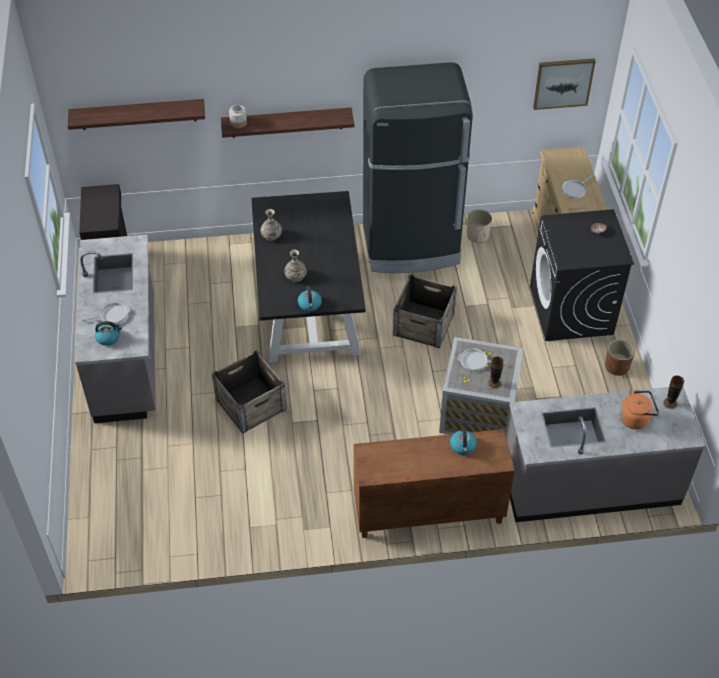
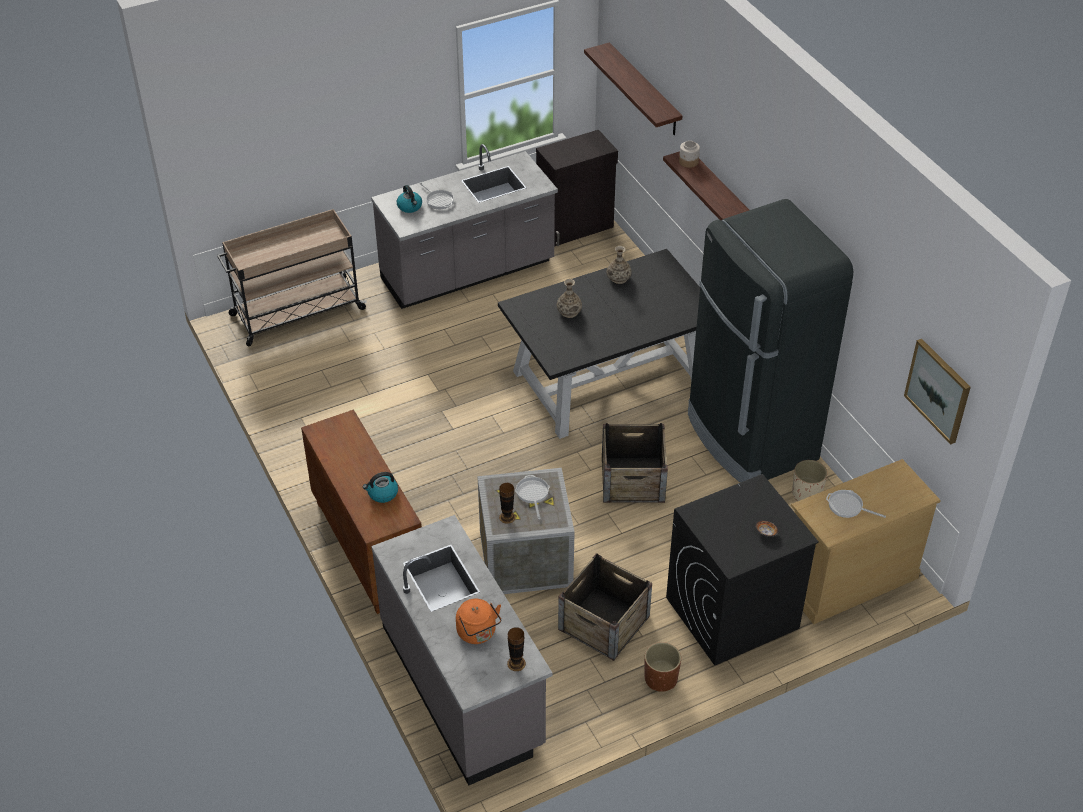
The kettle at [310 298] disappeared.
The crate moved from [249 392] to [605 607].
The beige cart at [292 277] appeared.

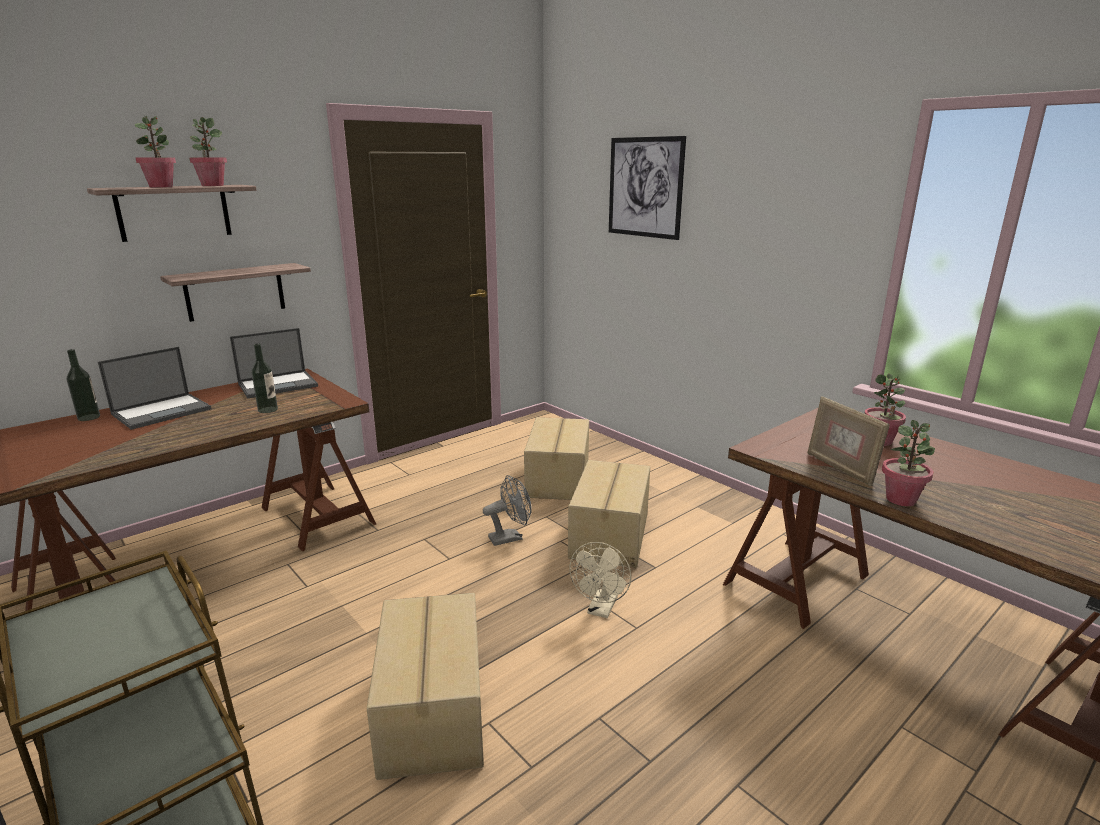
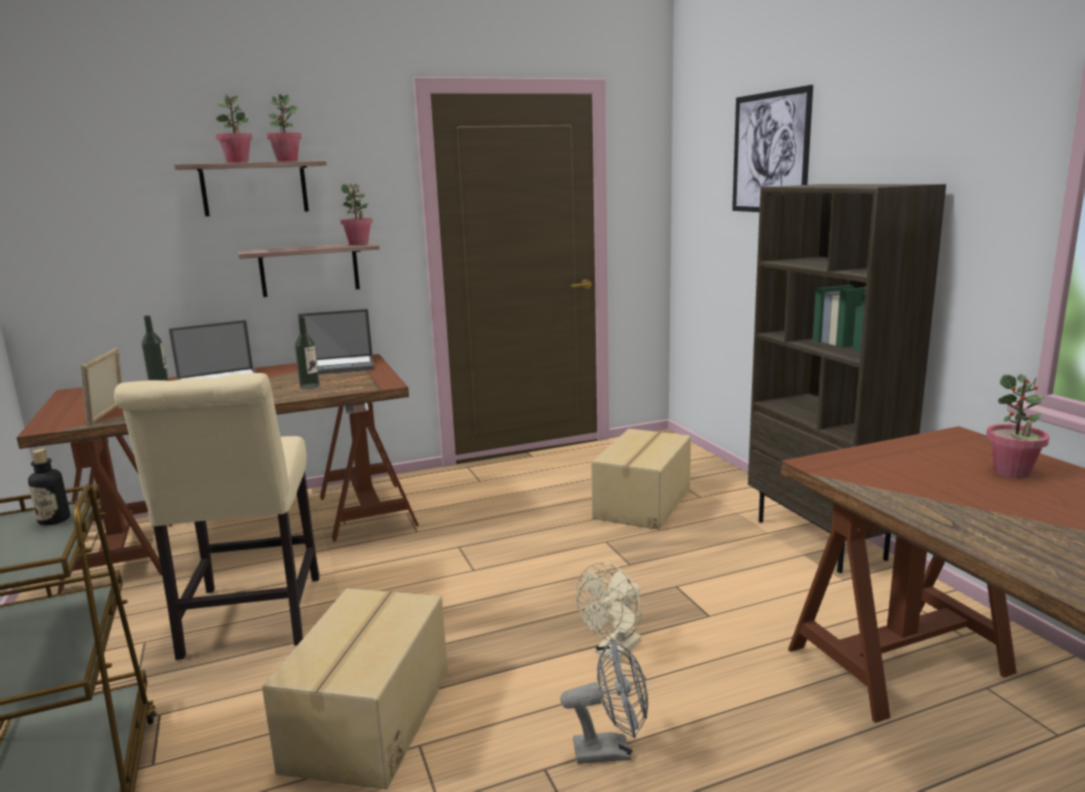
The picture frame moved from [848 441] to [101 386].
The potted plant moved from [908 463] to [356 214].
The cardboard box at [609 514] disappeared.
The grey fan moved from [507 510] to [604 701].
The brown bookcase at [847 378] appeared.
The beige chair at [216 516] appeared.
The bottle at [49 487] appeared.

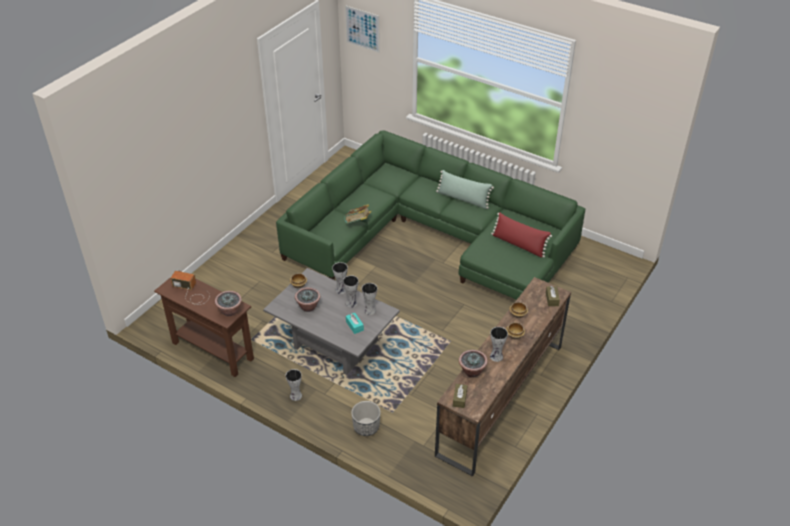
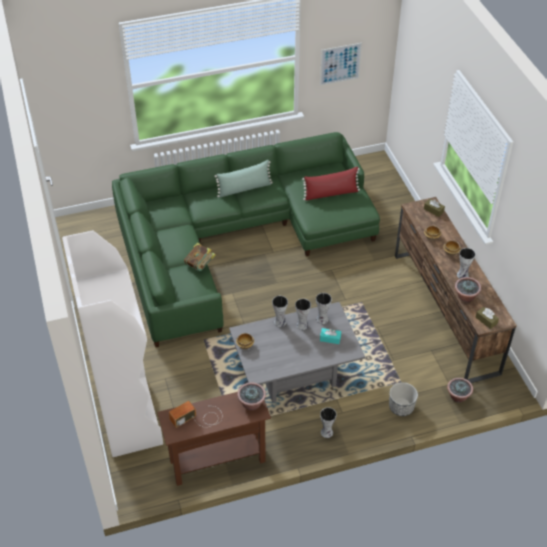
The picture moved from [362 29] to [341 64].
The potted plant moved from [307 300] to [460 390].
The white bookcase at [112 343] appeared.

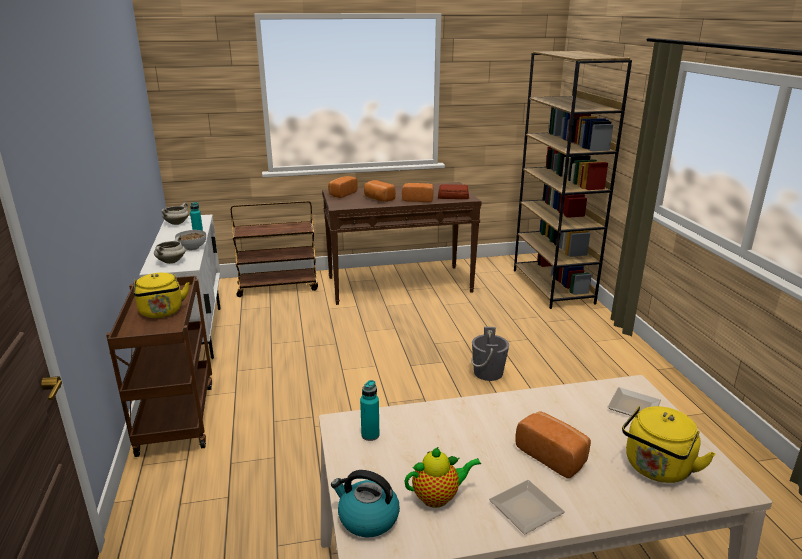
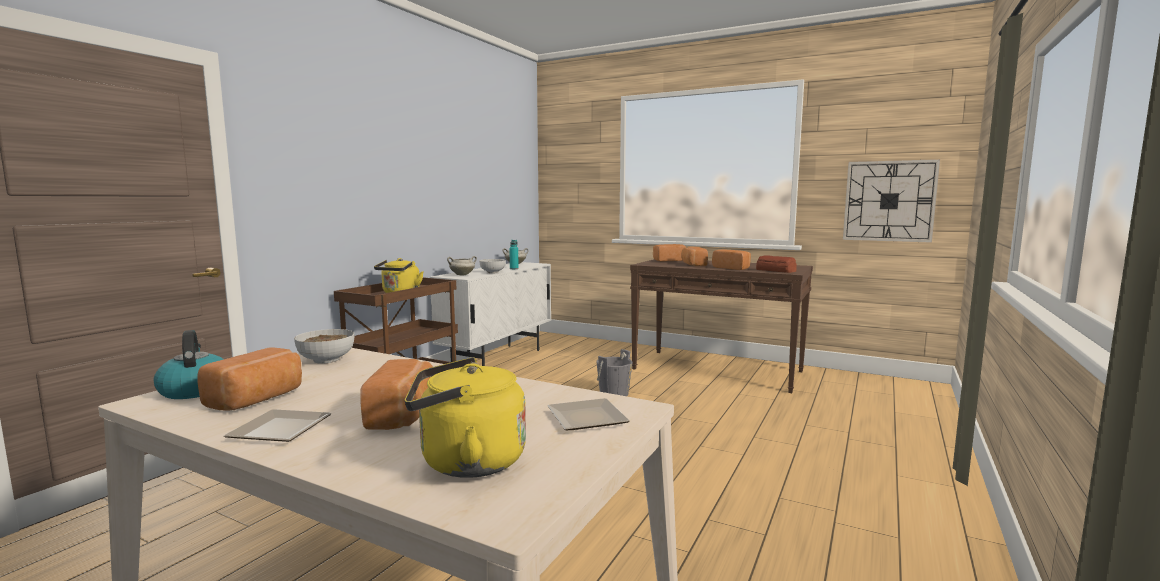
The brown bookcase at [573 180] disappeared.
The brown cart at [274 249] disappeared.
The grey bucket moved from [490 354] to [614 372].
The turquoise bottle at [369 410] was replaced by the bowl at [324 346].
The teapot at [443 477] was replaced by the bread at [250 379].
The wall clock at [891 201] appeared.

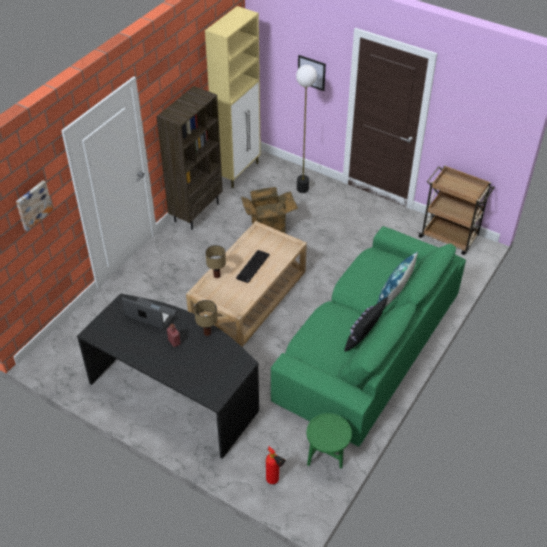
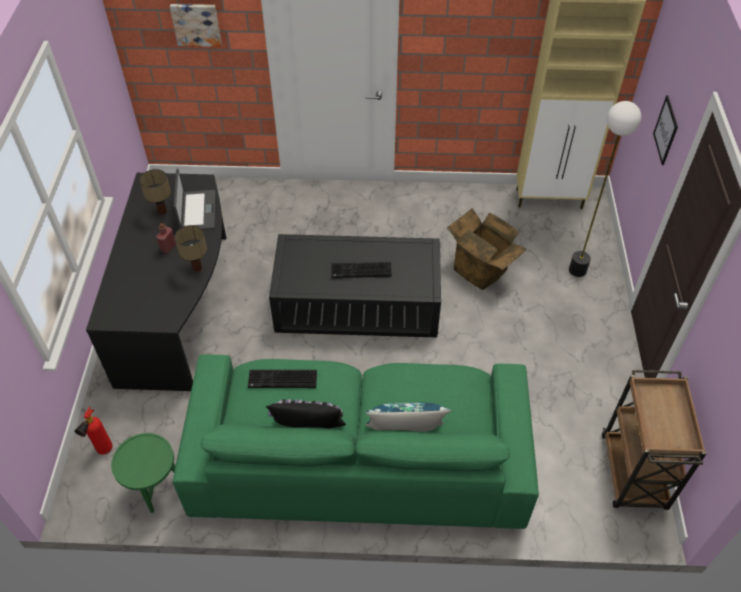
The brown bookcase at [189 158] disappeared.
The beige coffee table at [246 284] became the black coffee table at [355 285].
The table lamp moved from [215 261] to [155 192].
The keyboard at [282 379] appeared.

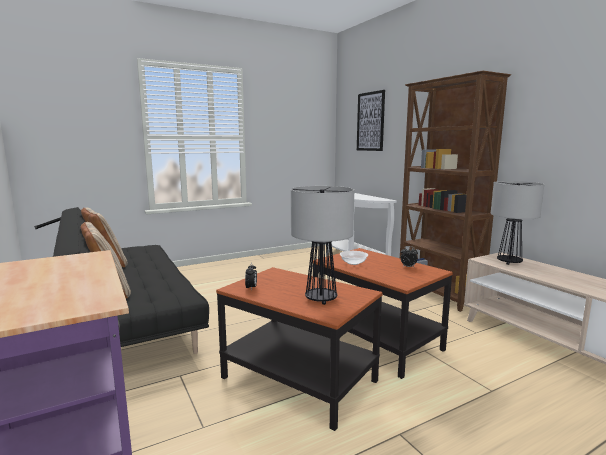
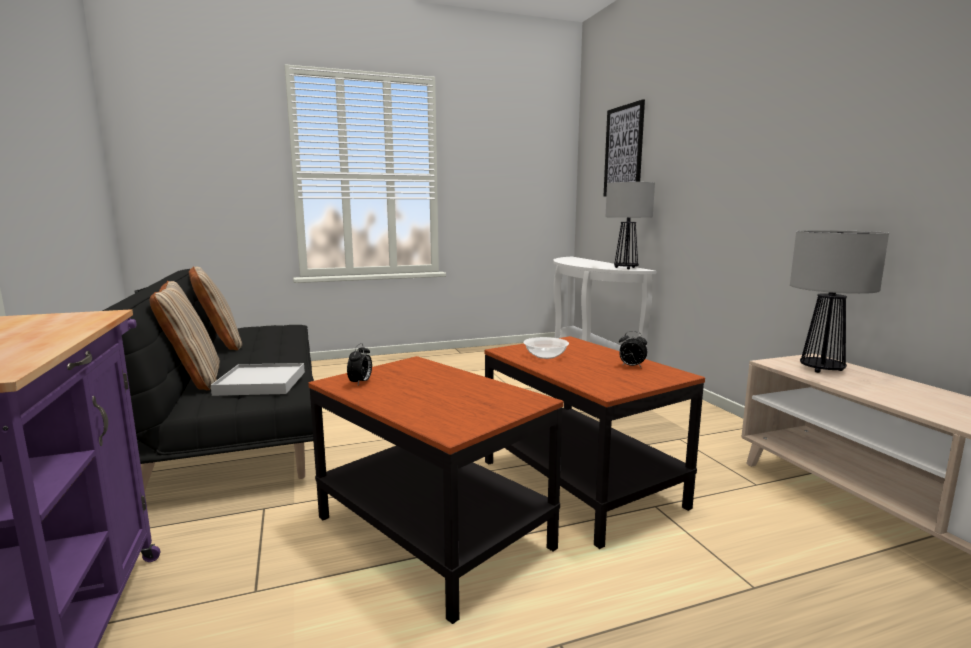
The brown bookcase at [455 191] disappeared.
The table lamp moved from [322 245] to [630 225].
The white tray at [258 379] appeared.

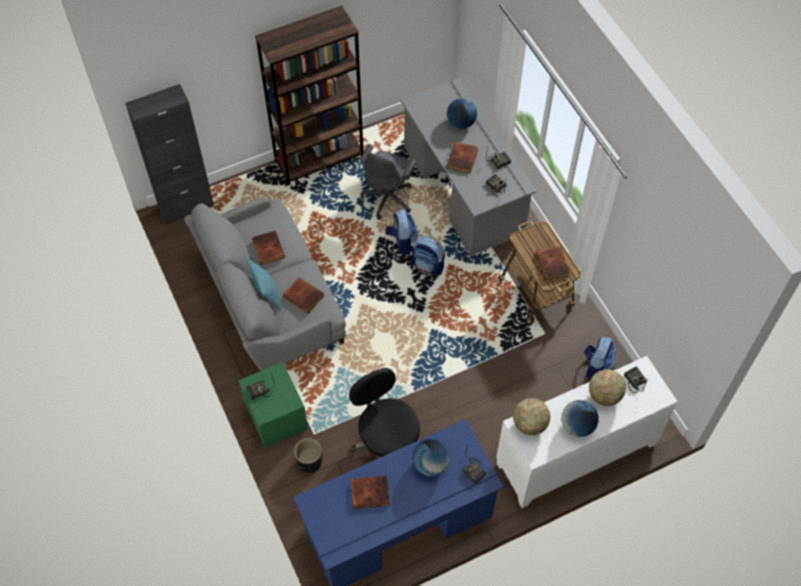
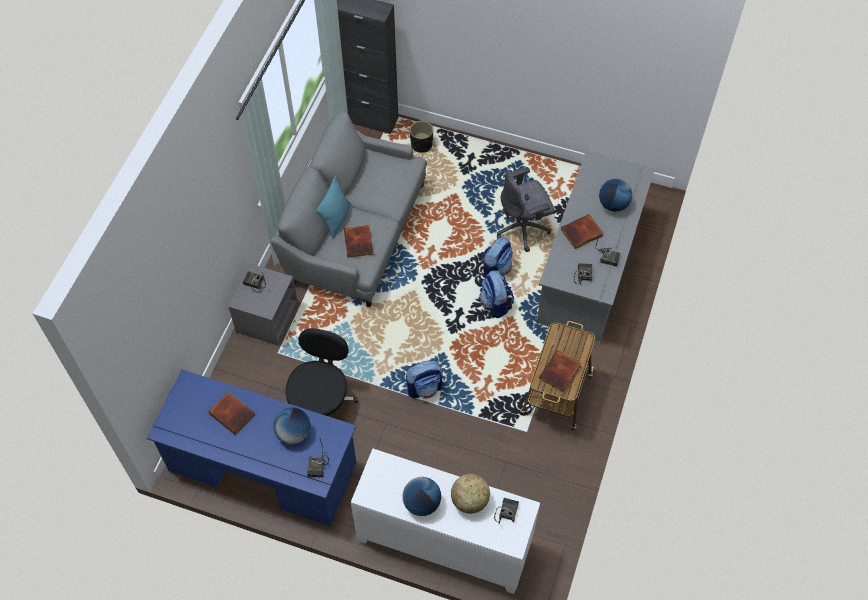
The brown bookcase at [309 95] disappeared.
The book at [268 248] disappeared.
The backpack moved from [600 358] to [424 379].
The green nightstand at [273 404] became the grey nightstand at [263 304].
The globe at [531 416] disappeared.
The black planter moved from [308 455] to [421 136].

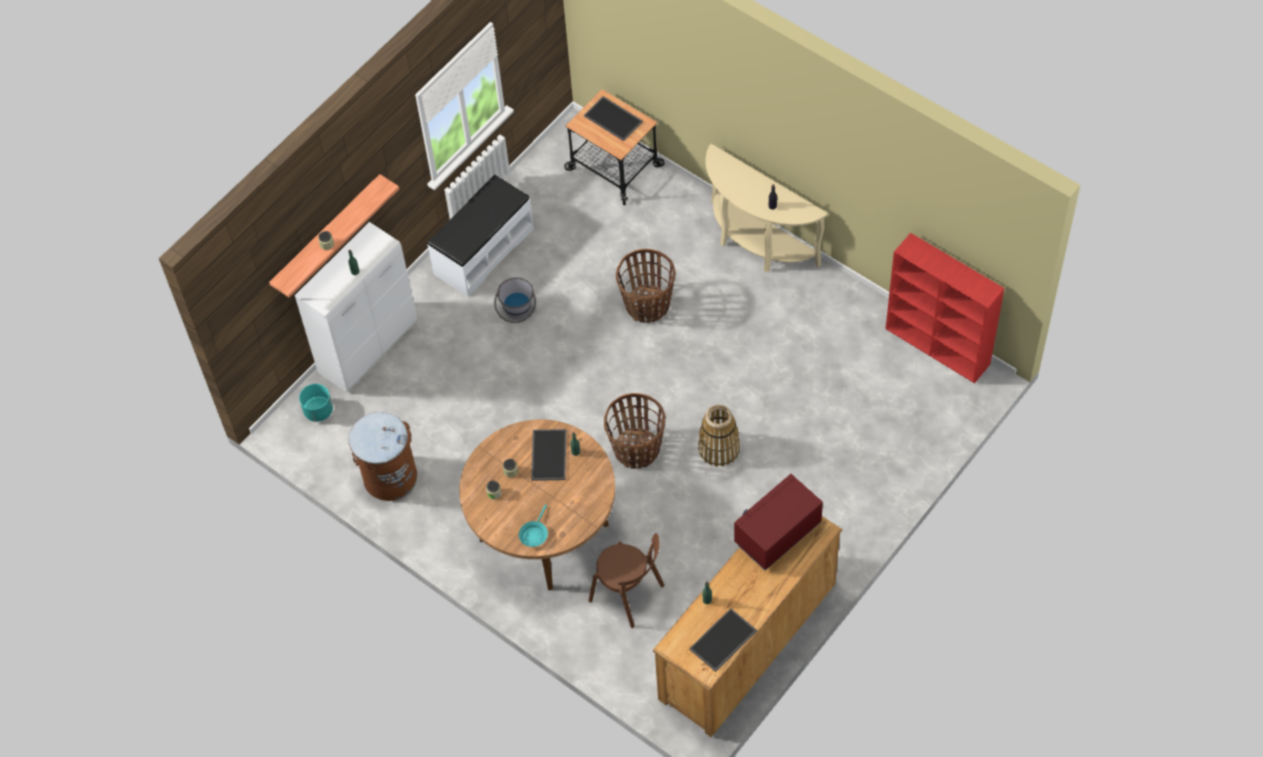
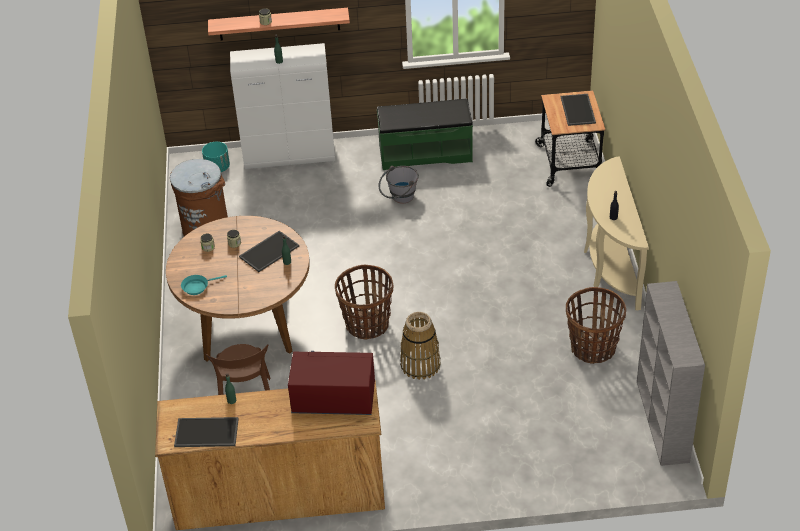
The white bench at [480 236] became the green bench at [425 134].
The red bookcase at [945 308] became the grey bookcase at [671 373].
The basket moved from [646 286] to [596 325].

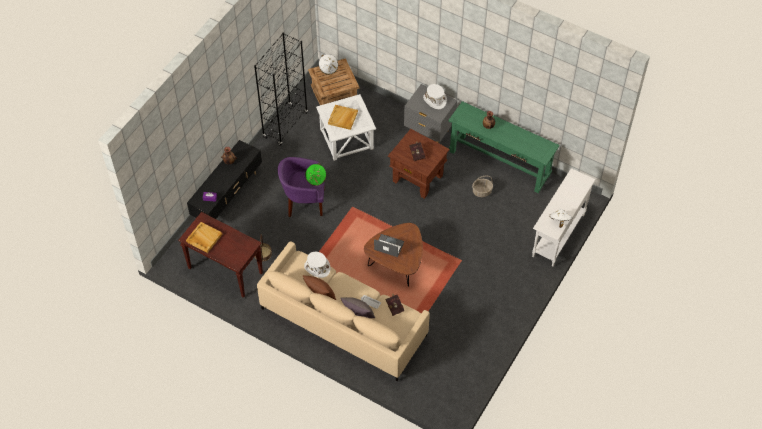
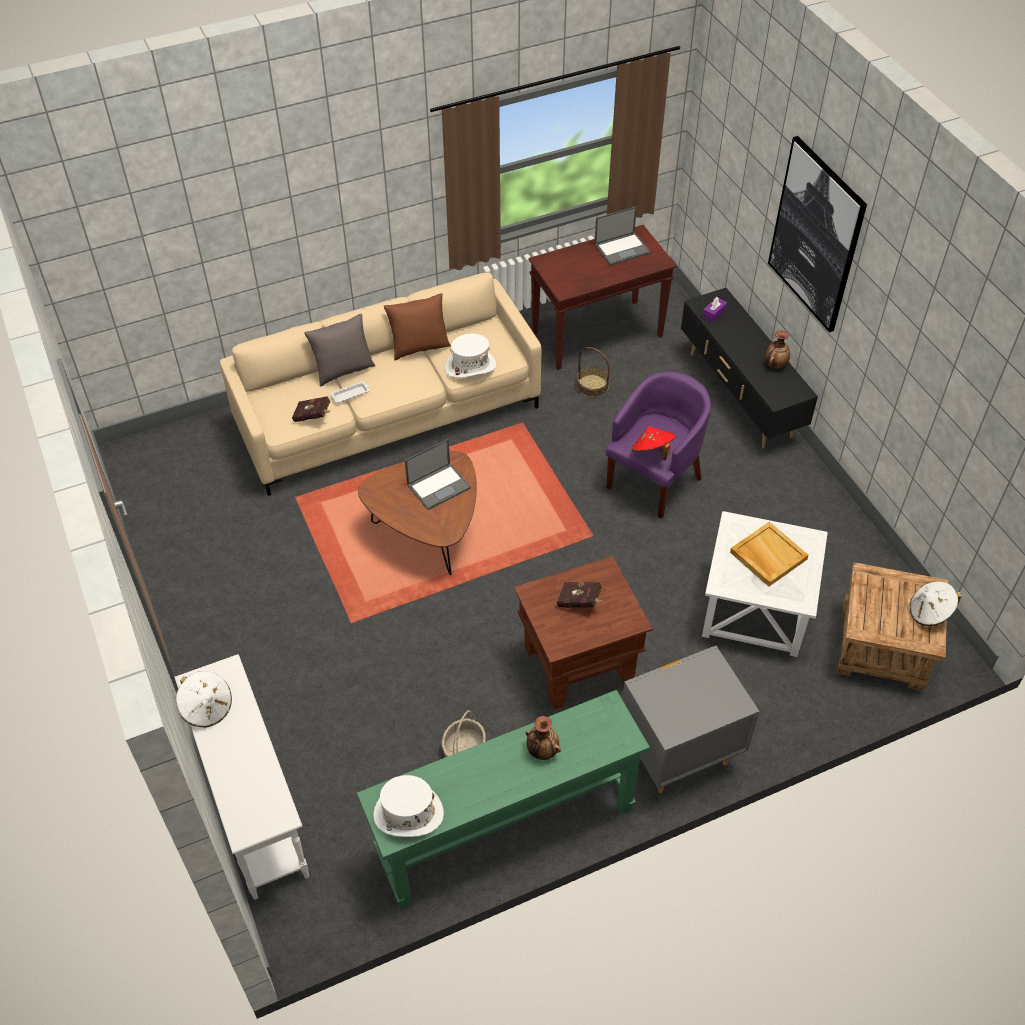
The black bookcase at [281 89] disappeared.
The white hat moved from [435 96] to [408 806].
The green hat at [315 174] became the red hat at [653 443].
The beige tray at [204 237] was replaced by the laptop at [622 236].
The picture at [817 234] appeared.

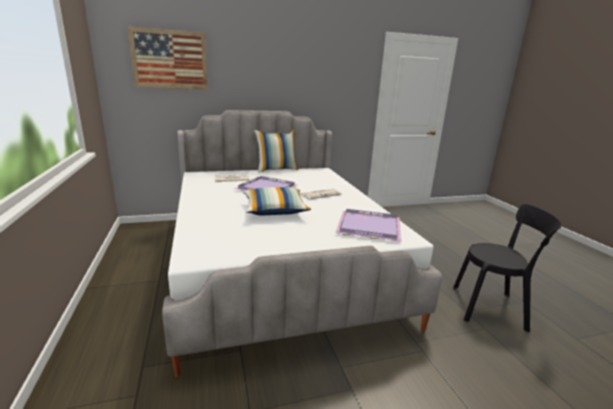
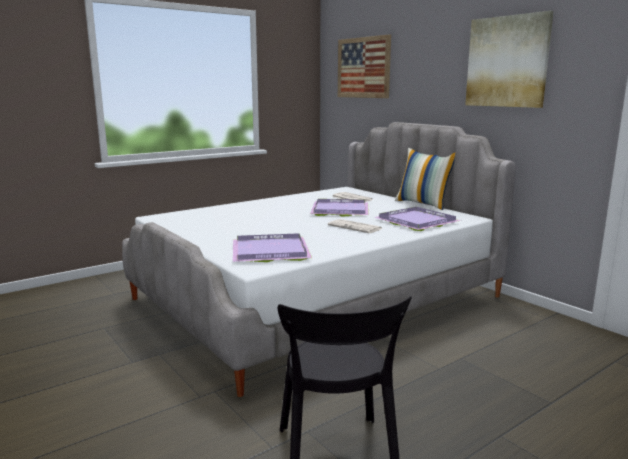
The pillow at [277 201] disappeared.
The picture at [509 59] appeared.
The purple tray at [417 219] appeared.

